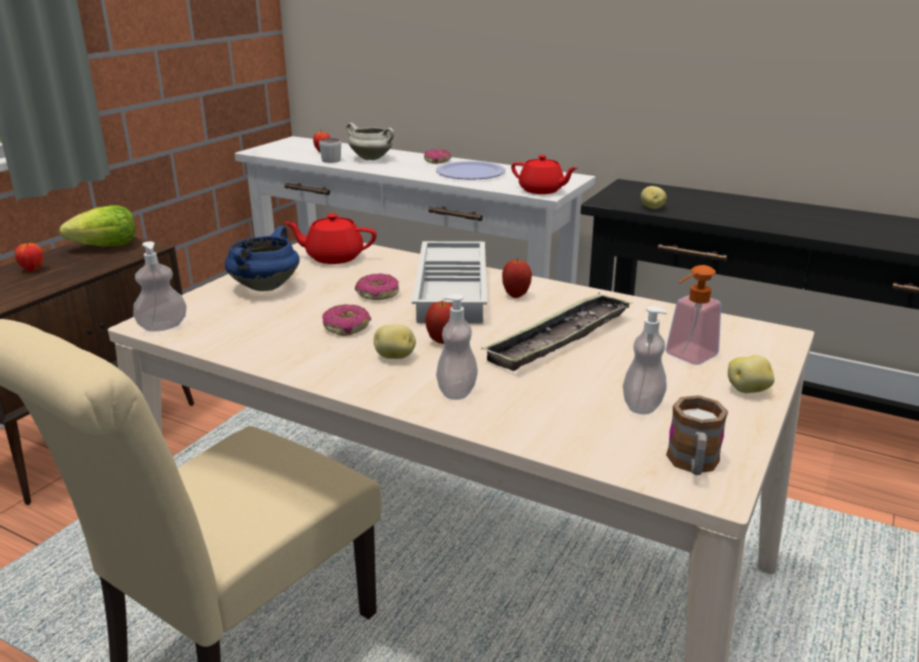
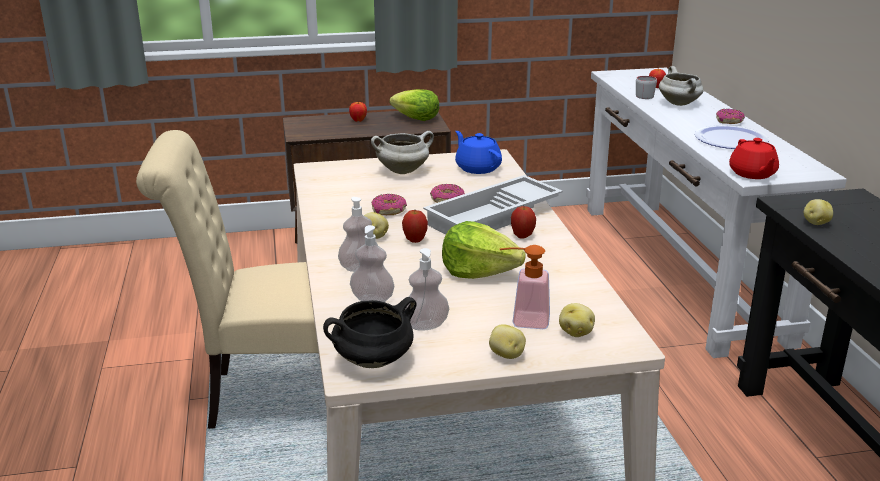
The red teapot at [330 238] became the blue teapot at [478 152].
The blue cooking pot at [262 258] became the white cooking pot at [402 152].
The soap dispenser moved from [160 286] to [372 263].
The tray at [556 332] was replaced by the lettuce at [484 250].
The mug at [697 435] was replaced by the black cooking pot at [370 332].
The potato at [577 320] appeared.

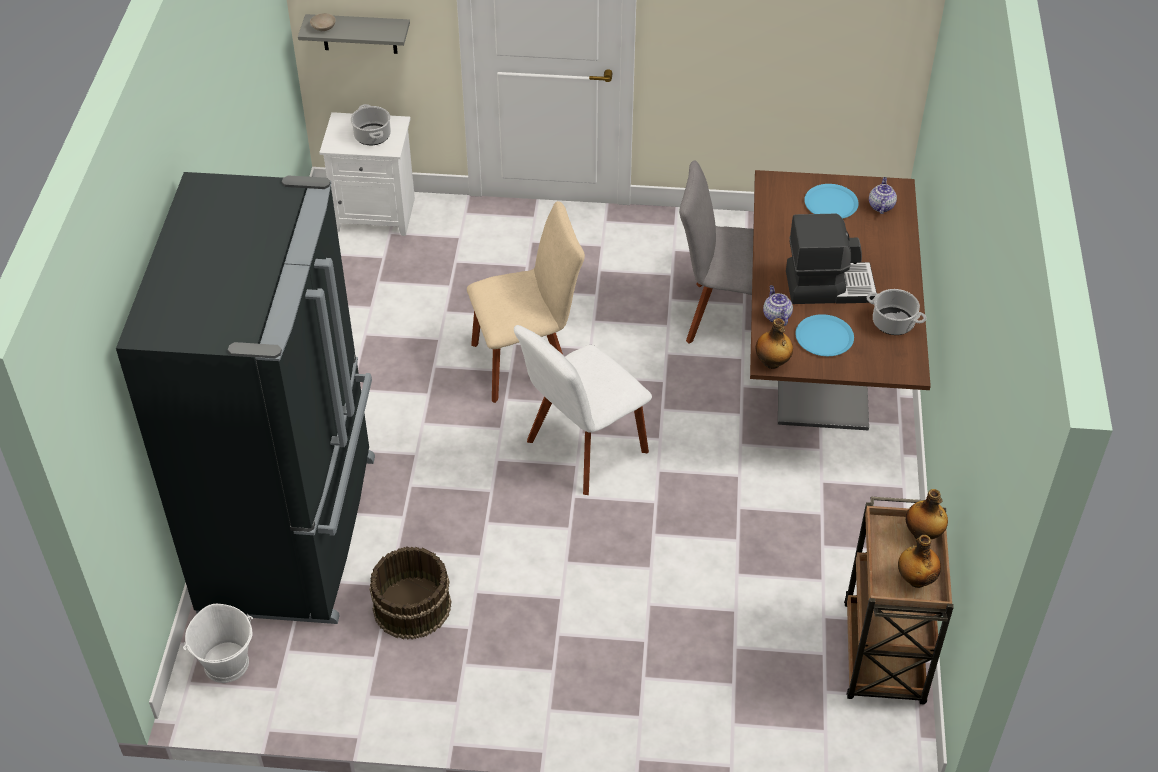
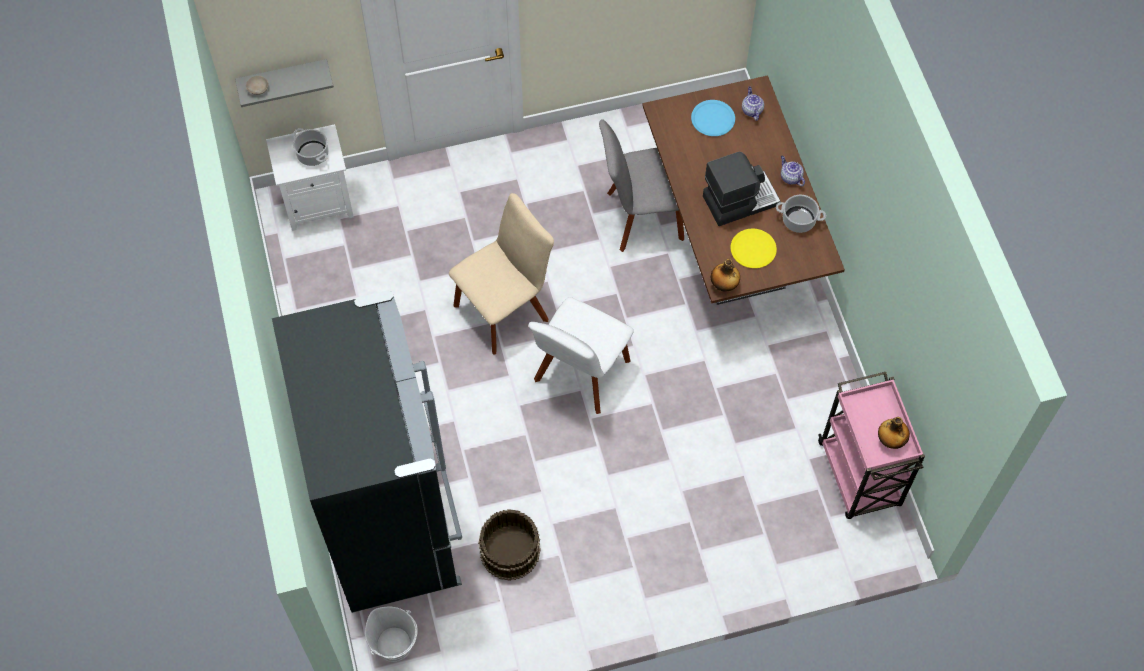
The teapot moved from [778 305] to [793 171].
The blue plate at [825 335] became the yellow plate at [754 248].
The bottle at [927 514] disappeared.
The brown cart at [899 600] became the pink cart at [871 445].

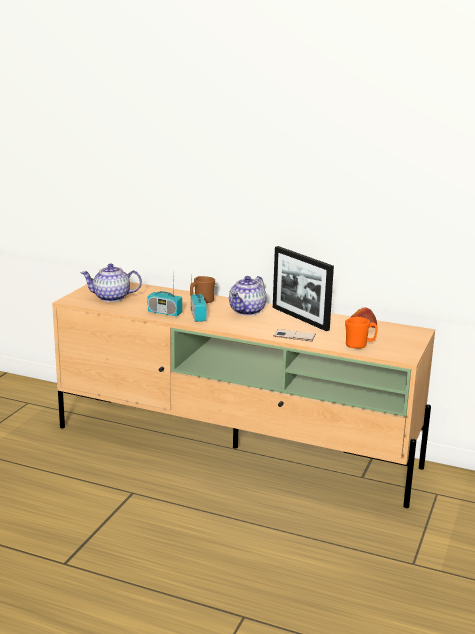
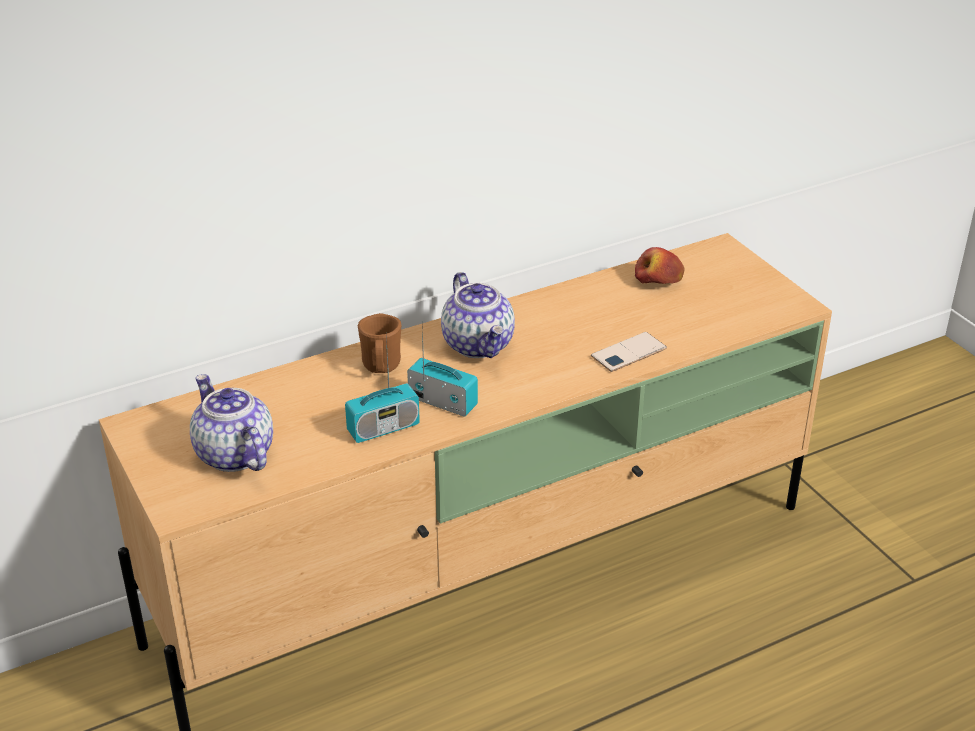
The picture frame at [303 288] disappeared.
The teapot at [111 282] turned 105 degrees clockwise.
The orange mug at [361 332] disappeared.

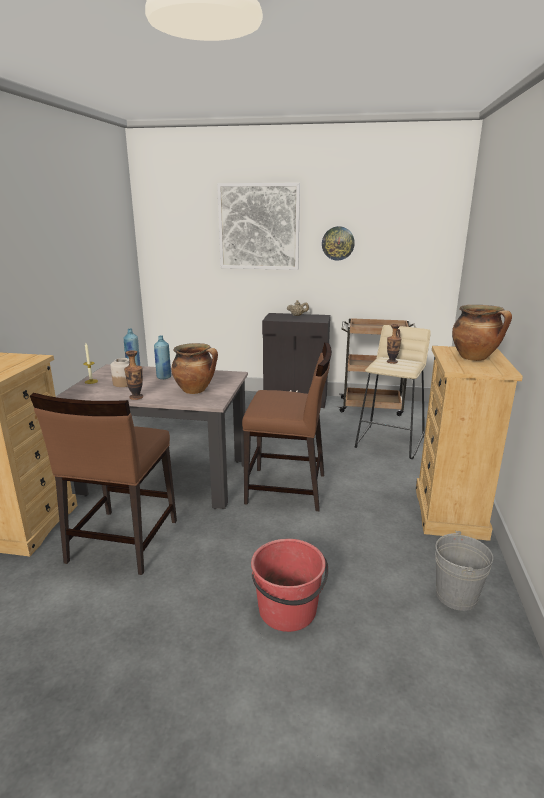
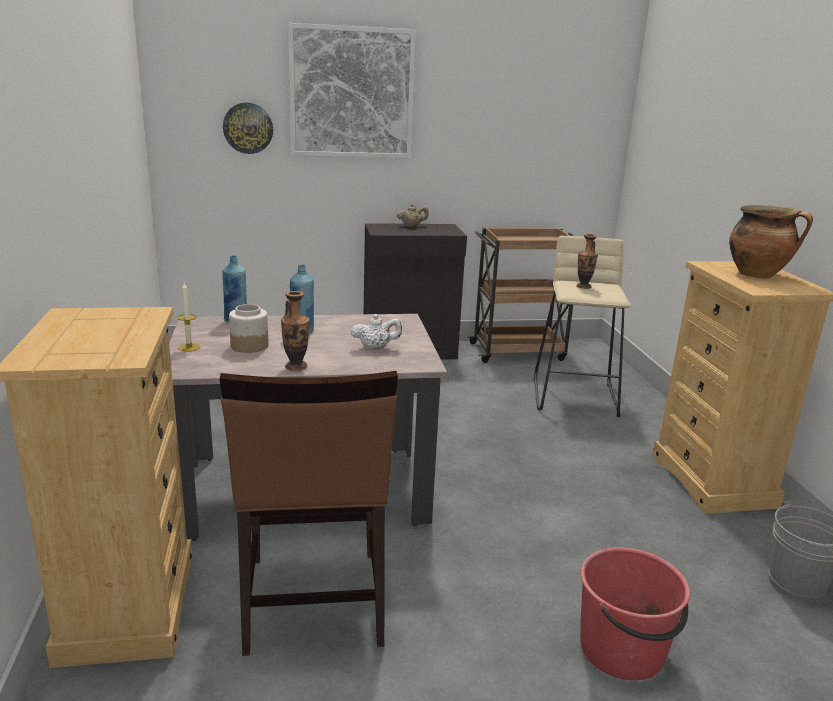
The wall clock moved from [338 243] to [248 128].
The brown chair at [287 426] disappeared.
The cooking pot at [194 368] was replaced by the white teapot at [376 332].

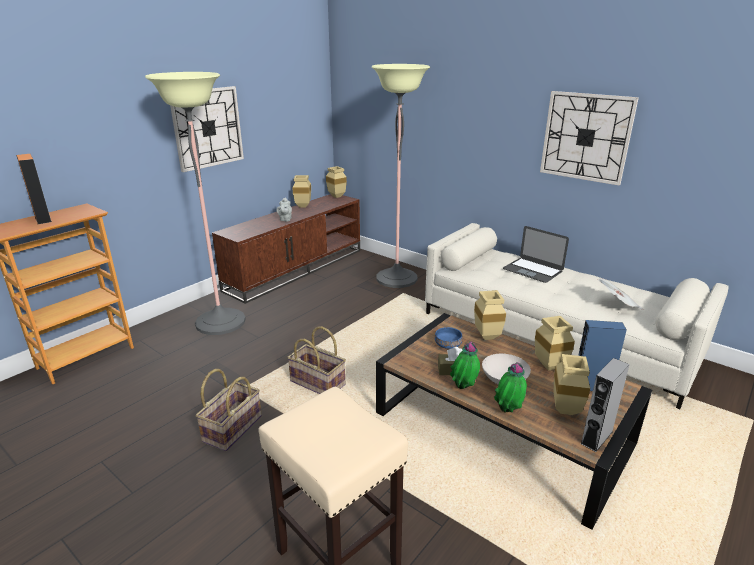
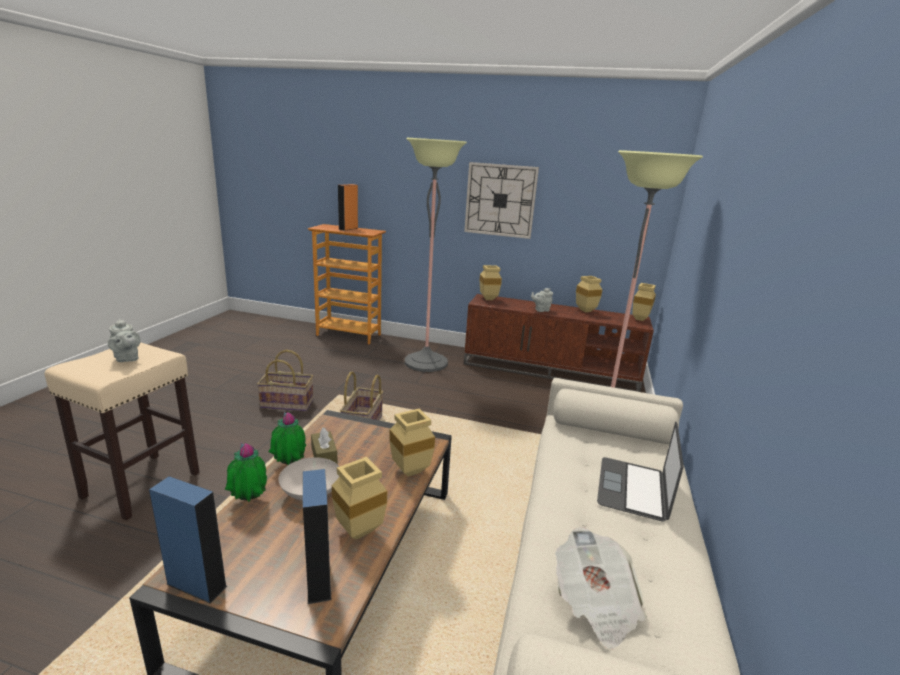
The wall clock at [589 138] disappeared.
The blue bowl at [448 338] disappeared.
The beige vase moved from [572 384] to [491 282].
The grey speaker at [605 405] became the blue speaker at [188 540].
The grey teapot at [124 340] appeared.

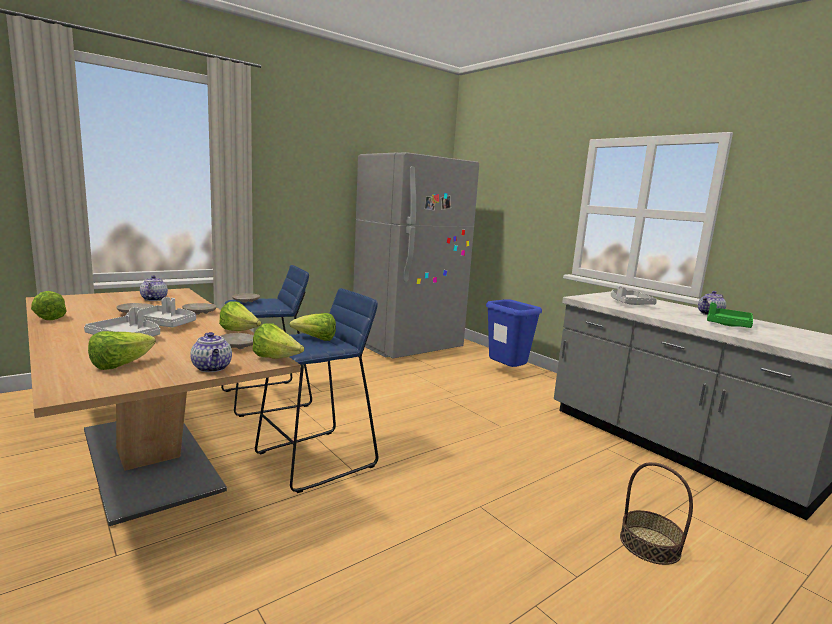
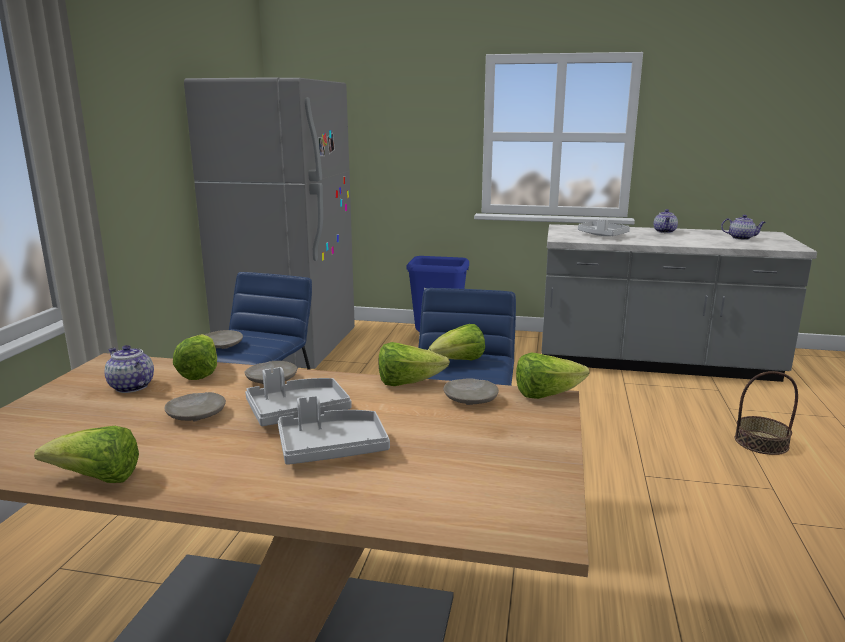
The green tray at [730 315] disappeared.
The lettuce moved from [122 350] to [195 357].
The teapot moved from [211 352] to [743 227].

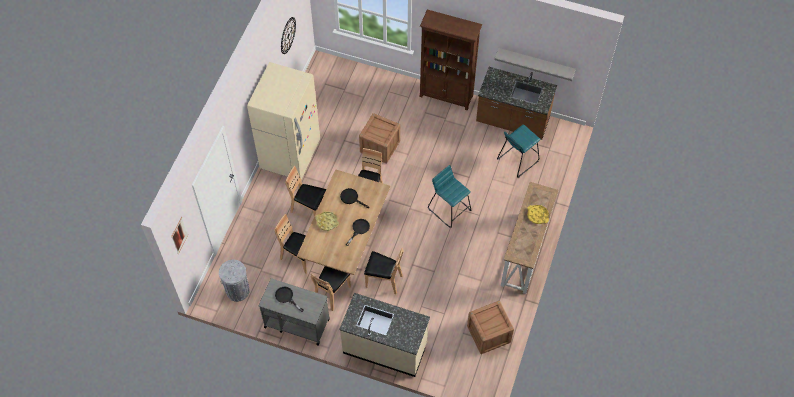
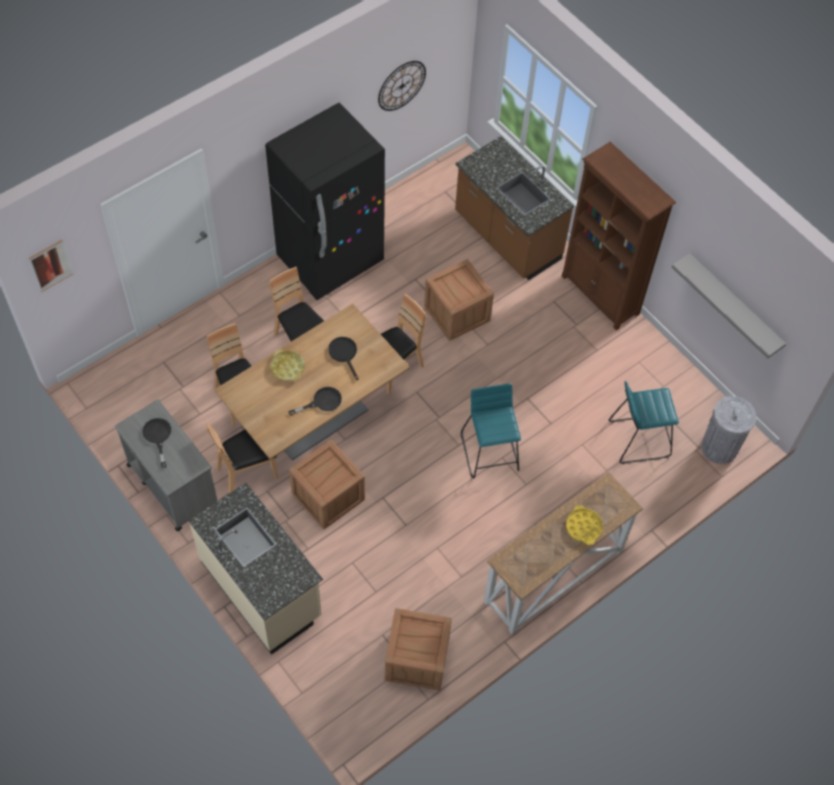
The beige fridge at [283 121] became the black fridge at [325 201].
The brown counter moved from [516 103] to [514 208].
The brown chair at [384 271] was replaced by the crate at [327 484].
The grey trash can moved from [234 281] to [728 430].

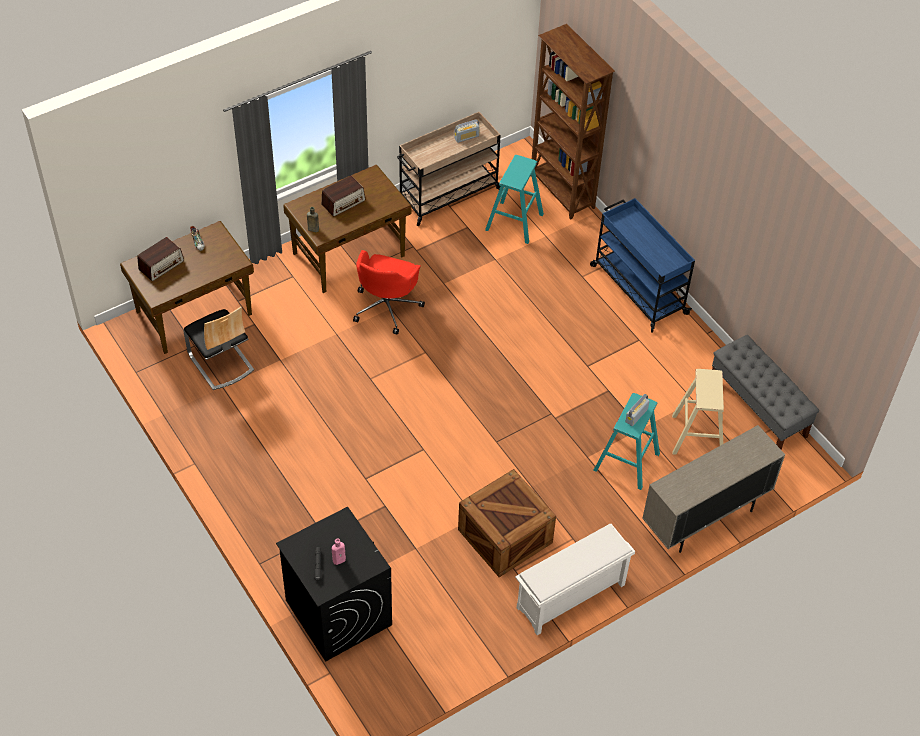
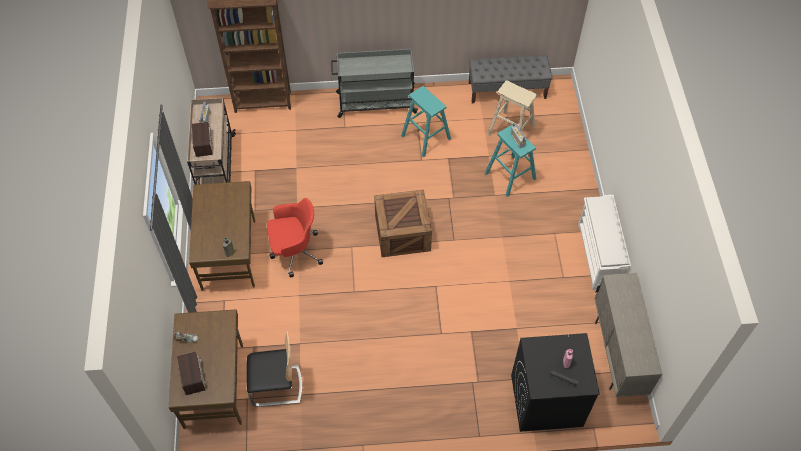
The turquoise stool moved from [514 199] to [426 121].
The radio moved from [343 196] to [202 139].
The blue cart at [642 265] became the grey cart at [374 83].
The red office chair at [389 292] turned 60 degrees counterclockwise.
The beige cabinet moved from [713 489] to [628 335].
The crate moved from [507 523] to [403 223].

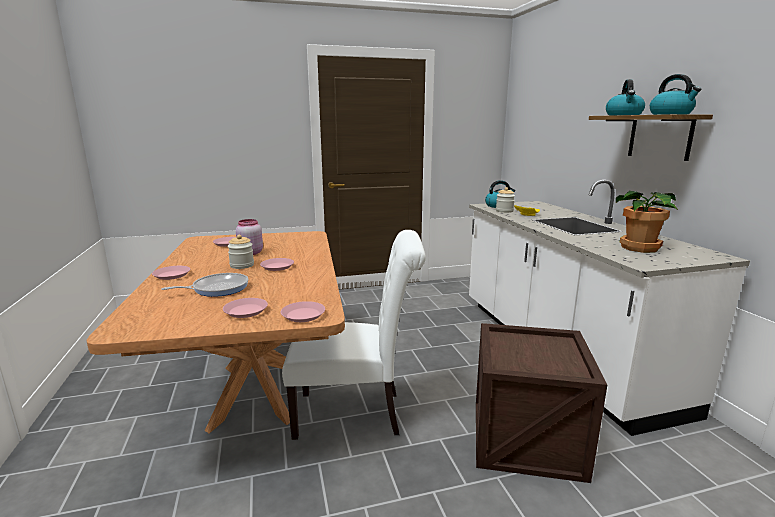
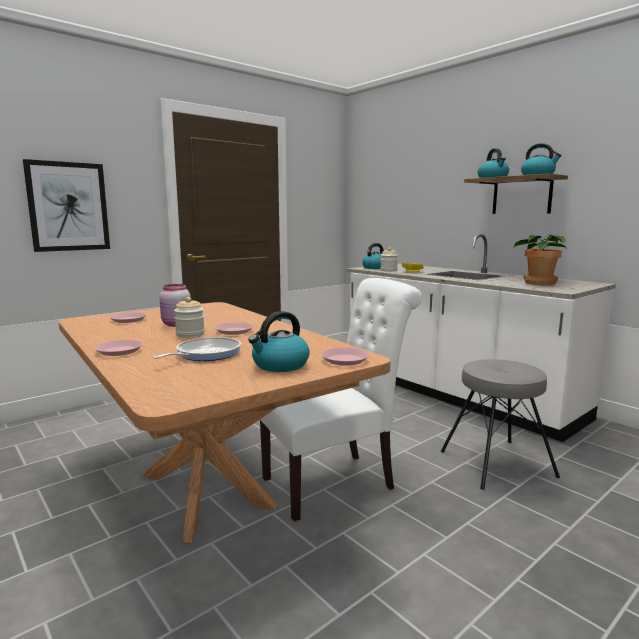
The pink plate at [245 308] was replaced by the kettle at [279 341].
The crate at [541 403] was replaced by the grey stool at [500 424].
The picture at [66 205] appeared.

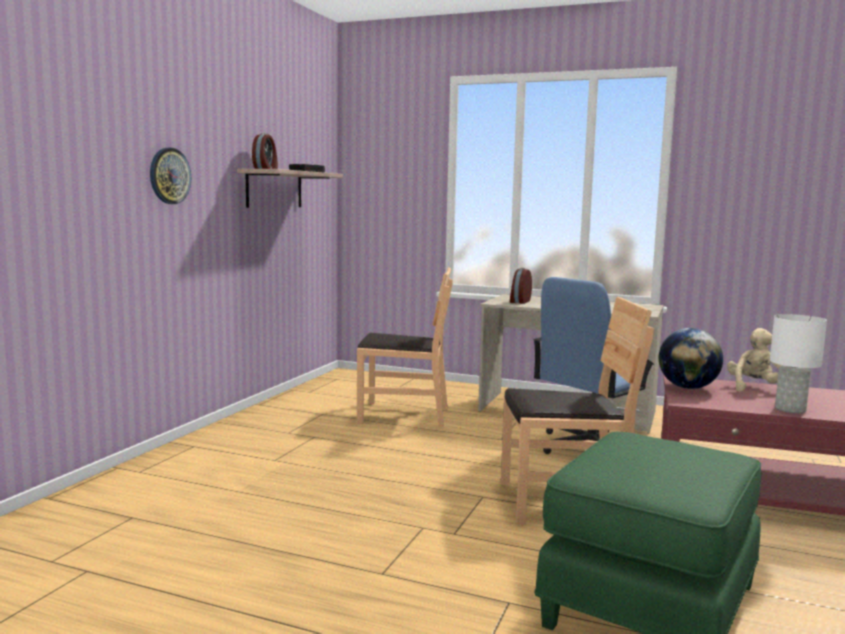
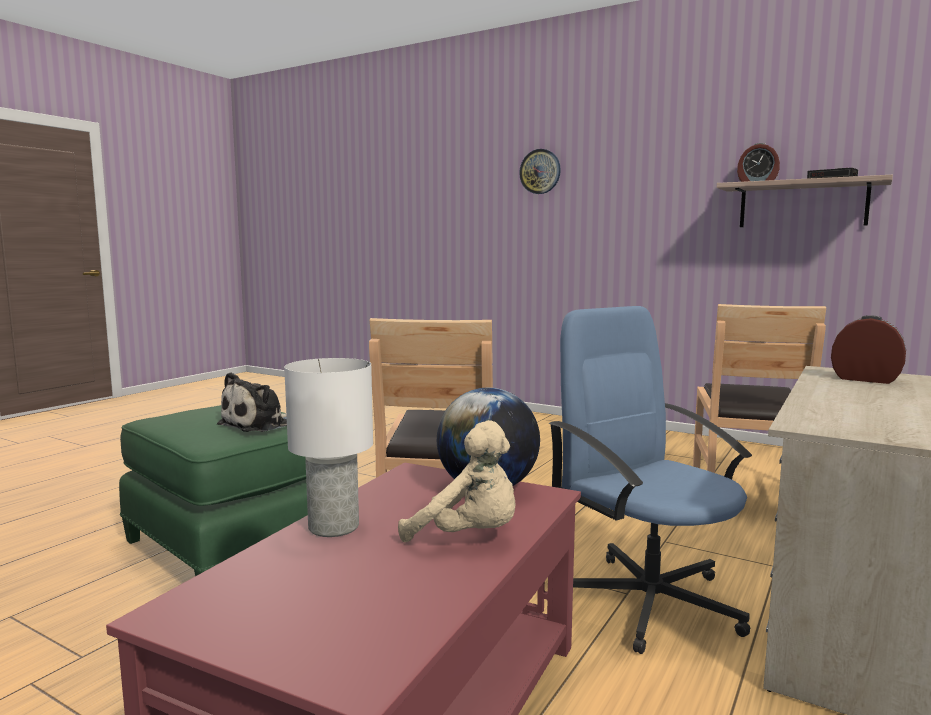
The wall clock moved from [170 176] to [540 171].
The plush toy at [252 402] appeared.

